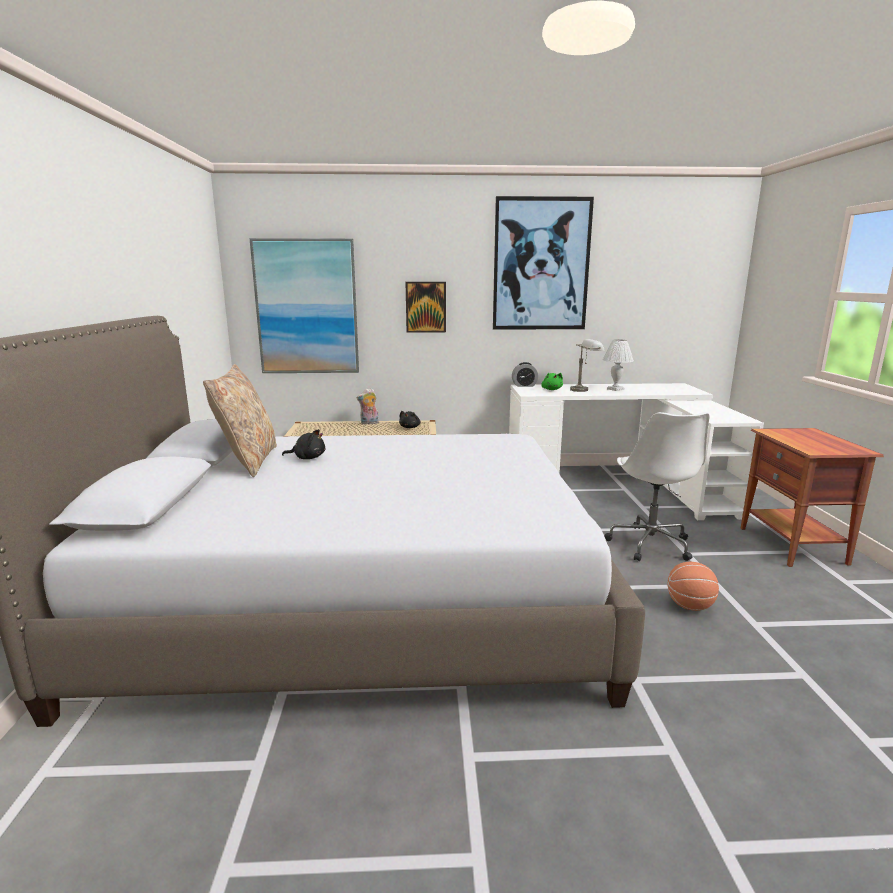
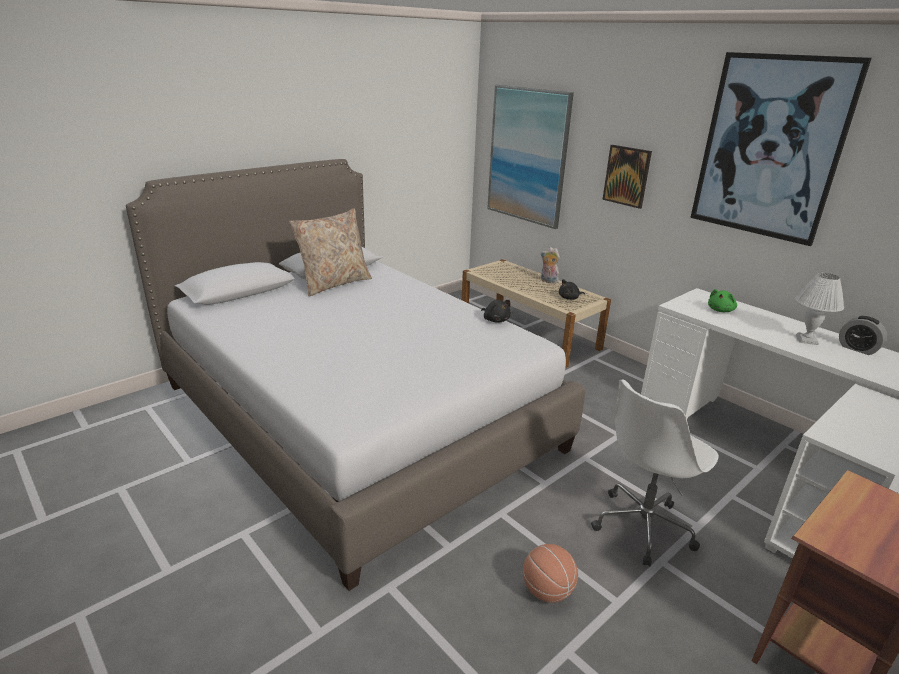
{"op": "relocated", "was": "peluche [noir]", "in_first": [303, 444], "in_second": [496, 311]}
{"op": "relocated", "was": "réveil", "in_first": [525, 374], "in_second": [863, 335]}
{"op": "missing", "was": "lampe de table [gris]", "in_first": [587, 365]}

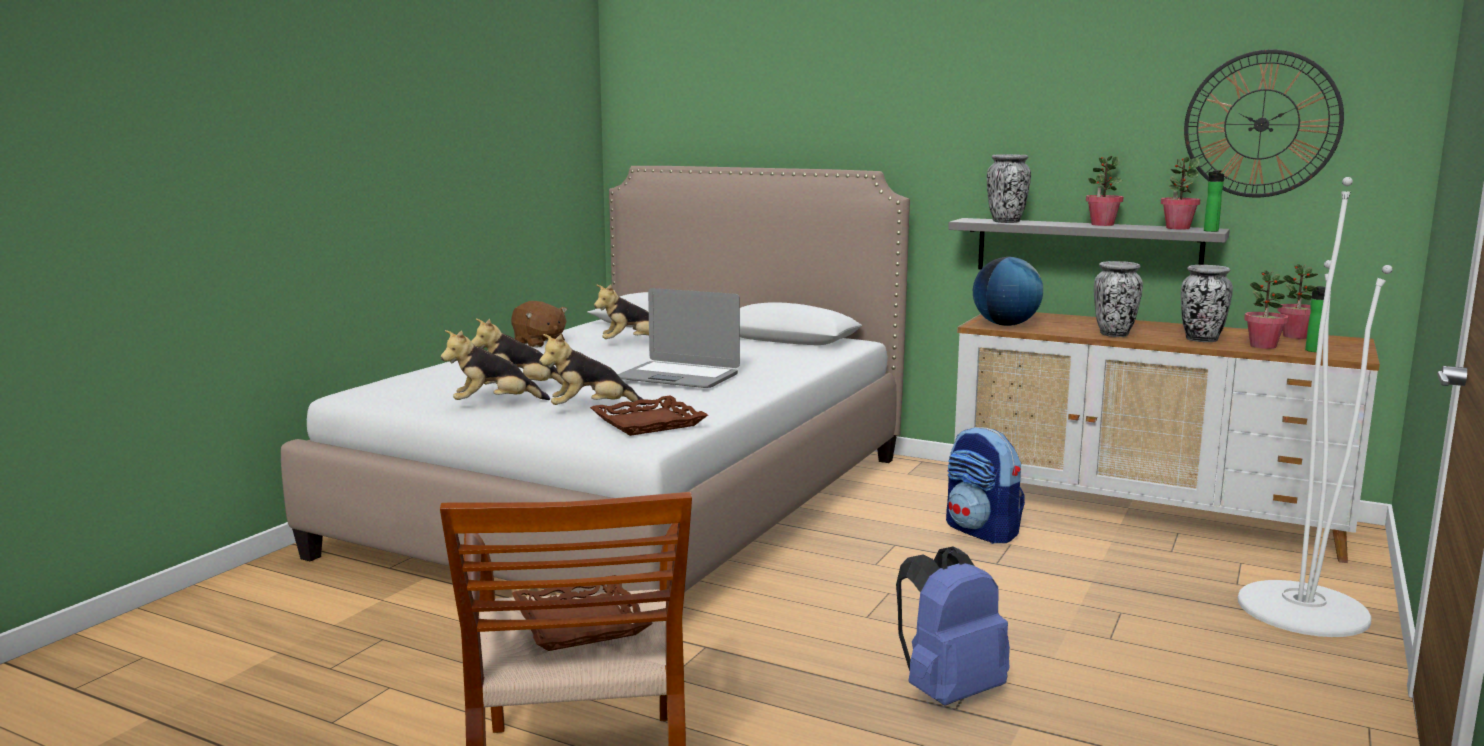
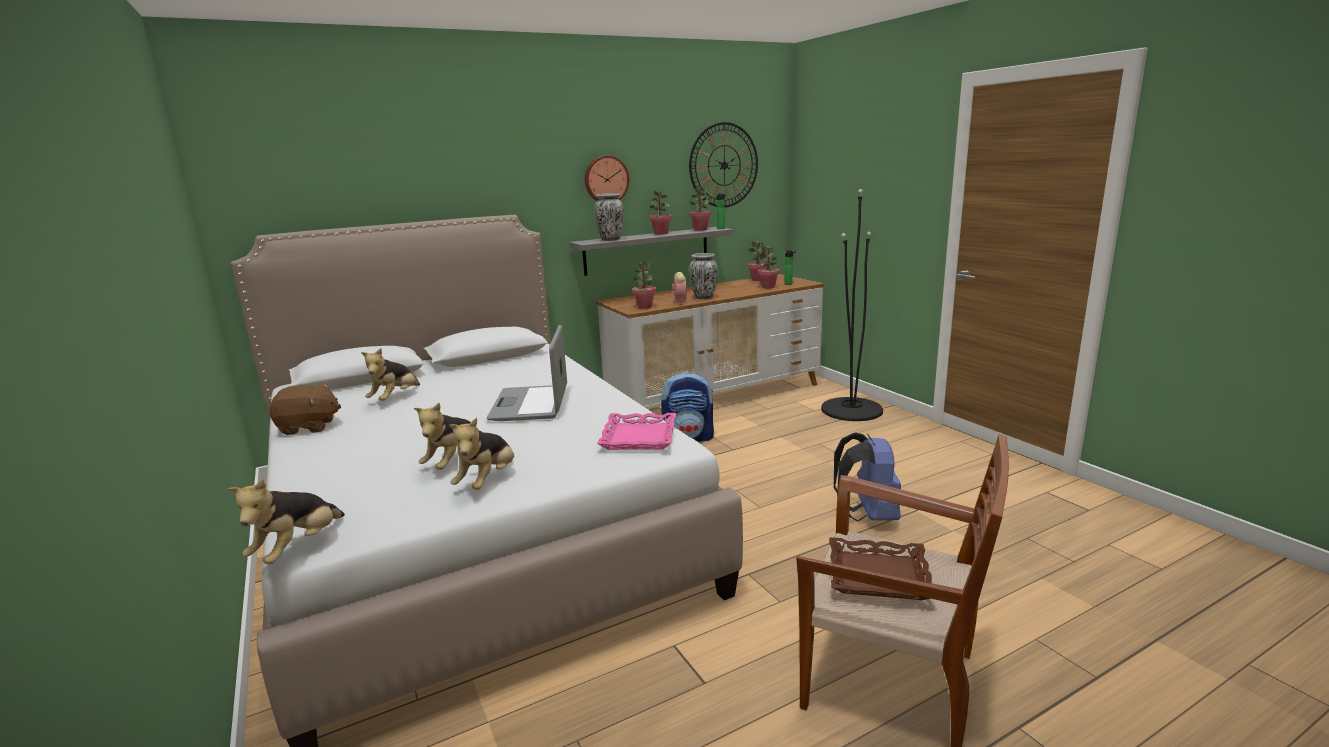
{"op": "relocated", "was": "peluche", "in_first": [592, 369], "in_second": [286, 521]}
{"op": "spun", "was": "ordinateur portable", "in_first": [678, 338], "in_second": [527, 373], "clockwise": 120}
{"op": "appeared", "now": "horloge murale", "in_second": [607, 178]}
{"op": "colour", "was": "plateau [marron]", "now": "plateau [rose]", "in_first": [649, 416], "in_second": [636, 431]}
{"op": "exchanged", "was": "globe", "now": "plante en pot", "in_first": [1008, 291], "in_second": [644, 285]}
{"op": "appeared", "now": "réveil", "in_second": [679, 288]}
{"op": "colour", "was": "lampadaire [blanc]", "now": "lampadaire [noir]", "in_first": [1315, 407], "in_second": [852, 305]}
{"op": "missing", "was": "vase", "in_first": [1207, 303]}

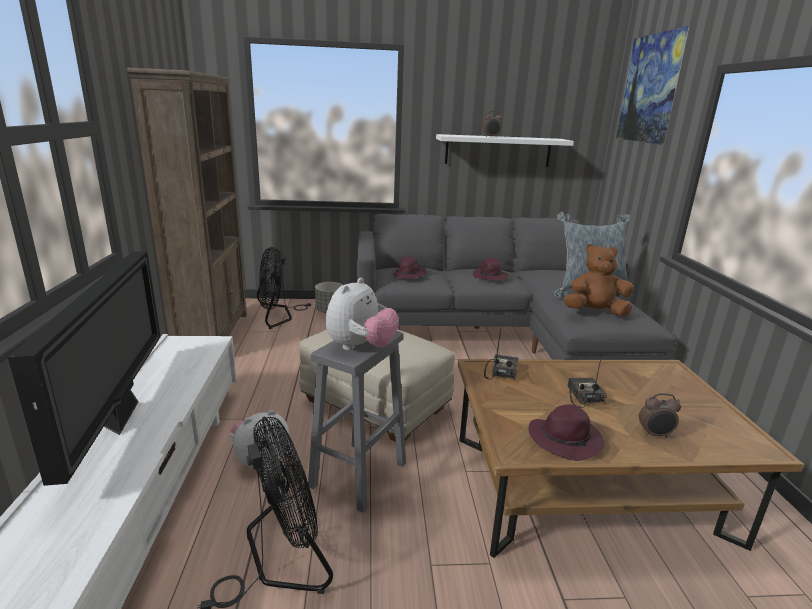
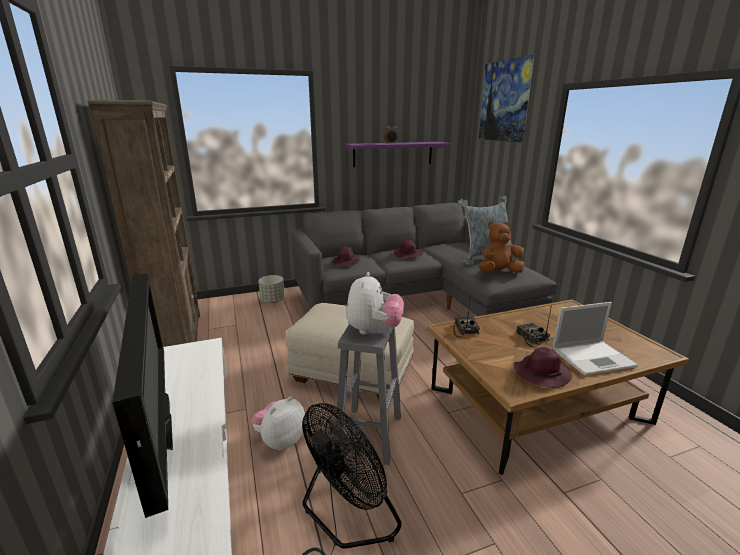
{"op": "colour", "was": "étagère [blanc]", "now": "étagère [violet]", "in_first": [505, 150], "in_second": [398, 154]}
{"op": "exchanged", "was": "réveil", "now": "ordinateur portable", "in_first": [660, 415], "in_second": [595, 338]}
{"op": "missing", "was": "ventilateur [noir]", "in_first": [284, 288]}

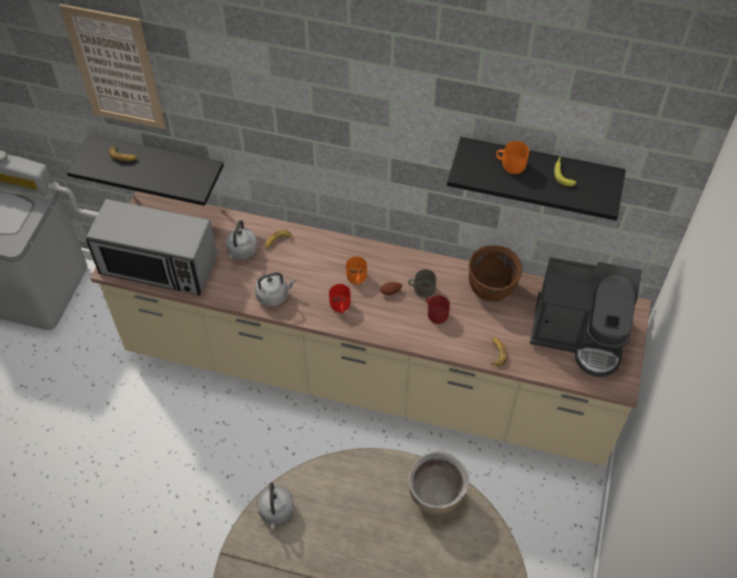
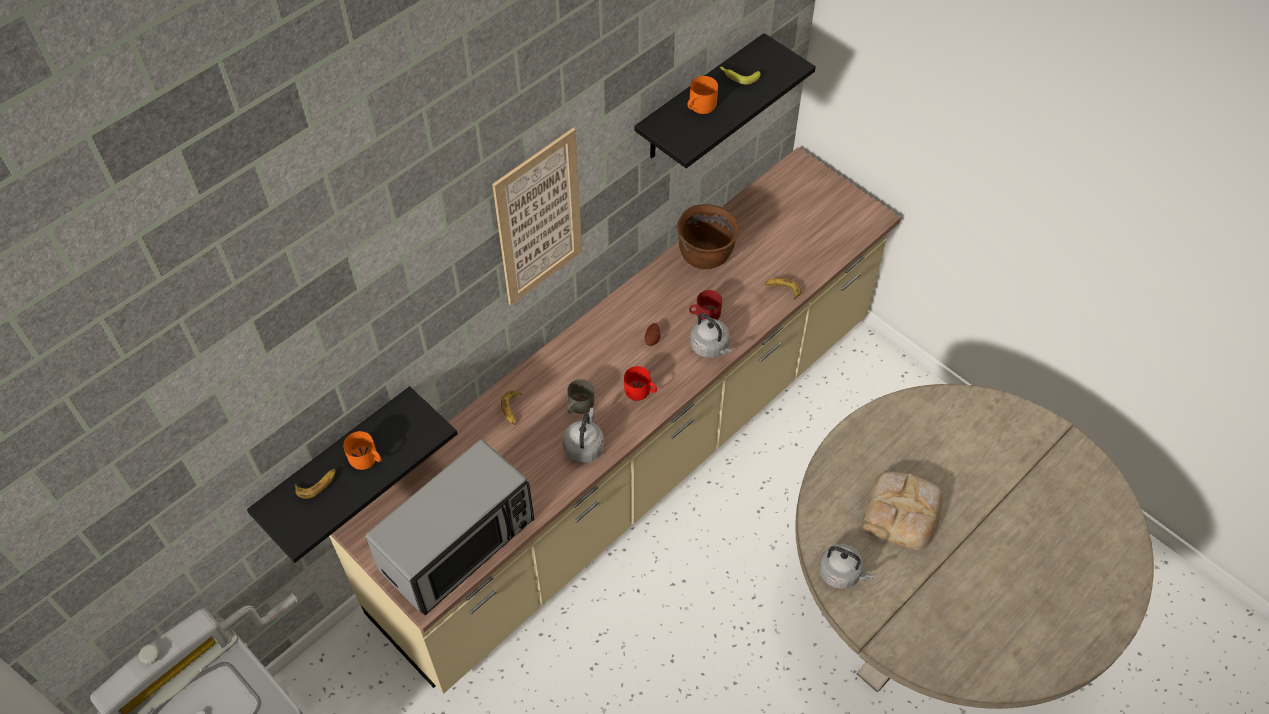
{"op": "relocated", "was": "mug [orange]", "in_first": [356, 270], "in_second": [362, 450]}
{"op": "relocated", "was": "tableau", "in_first": [112, 66], "in_second": [537, 216]}
{"op": "relocated", "was": "mug [gris]", "in_first": [422, 283], "in_second": [580, 396]}
{"op": "relocated", "was": "bouilloire [gris]", "in_first": [242, 240], "in_second": [711, 335]}
{"op": "appeared", "now": "pain", "in_second": [902, 511]}
{"op": "missing", "was": "marmite [marron]", "in_first": [438, 483]}
{"op": "missing", "was": "machine à café", "in_first": [586, 317]}

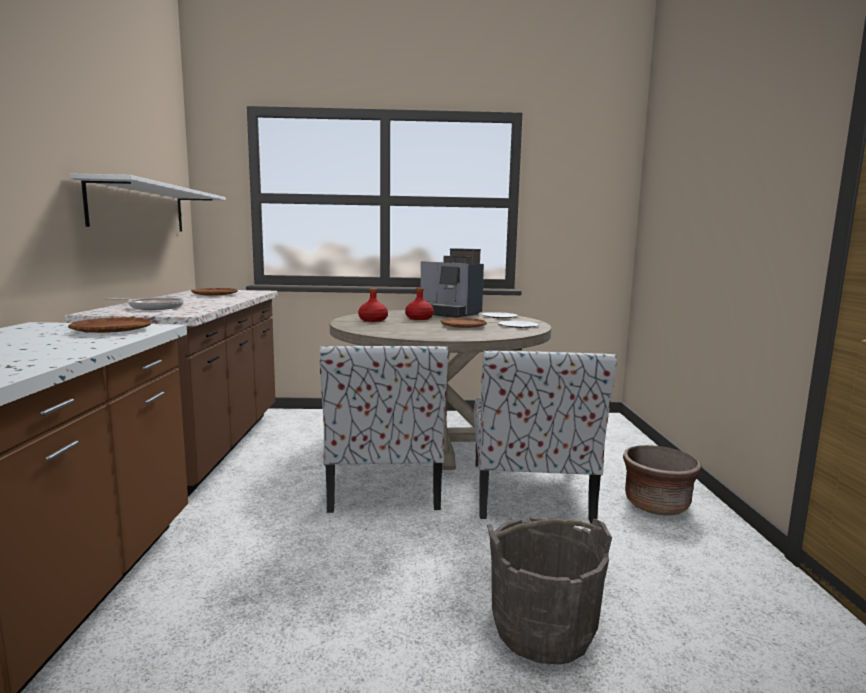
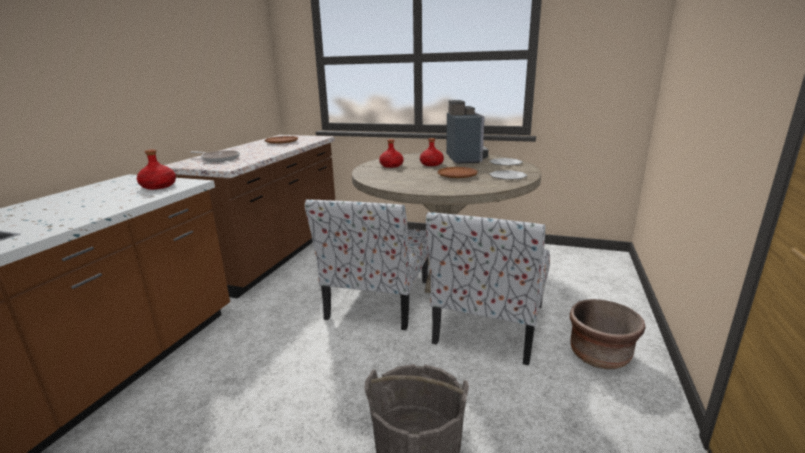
{"op": "exchanged", "was": "assiette [marron]", "now": "bouteille [rouge]", "in_first": [110, 325], "in_second": [156, 169]}
{"op": "spun", "was": "machine à café", "in_first": [452, 283], "in_second": [467, 132], "clockwise": -150}
{"op": "missing", "was": "étagère [blanc]", "in_first": [147, 202]}

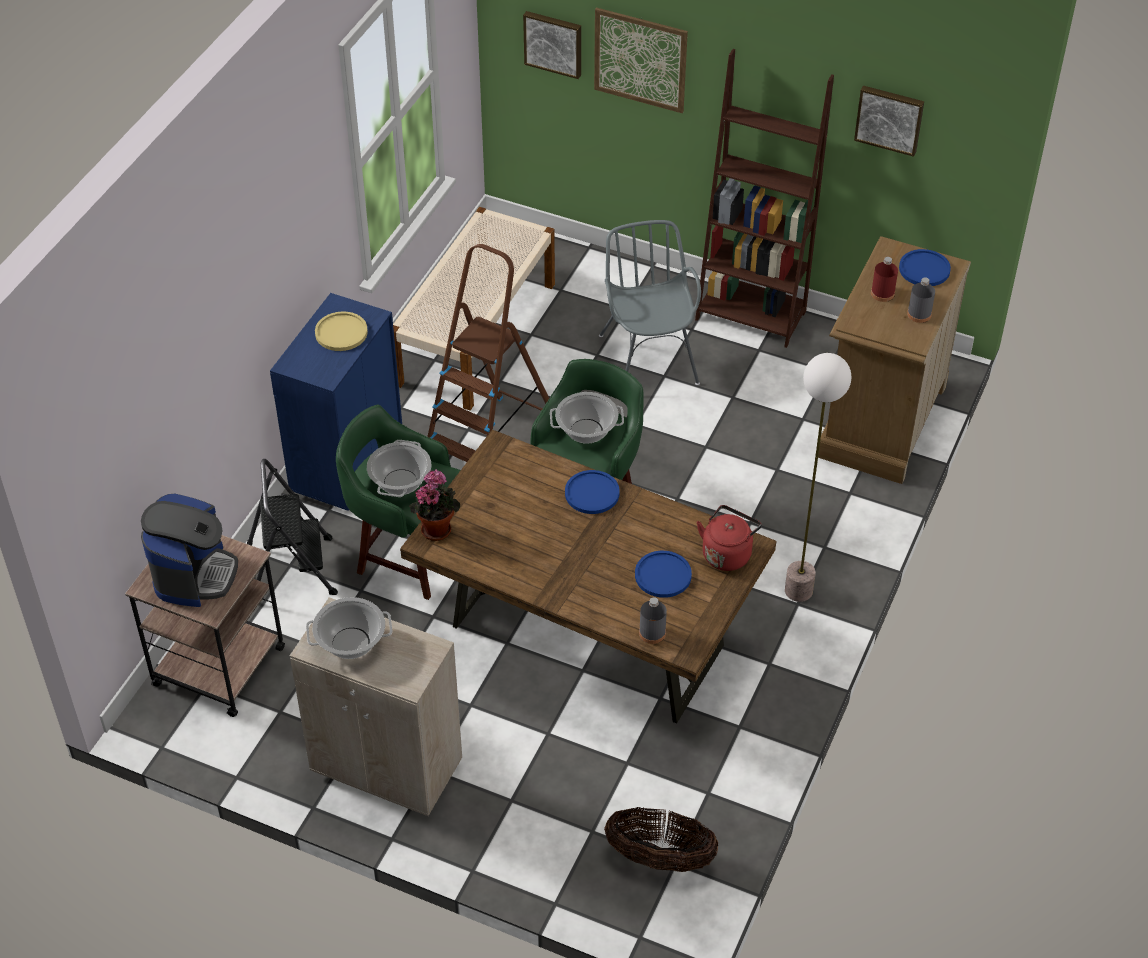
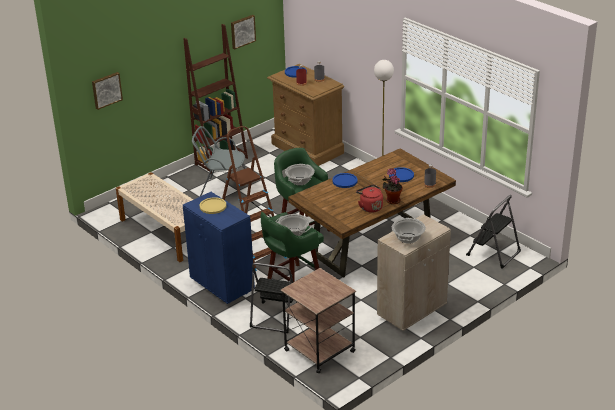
{"op": "relocated", "was": "bouilloire [rouge]", "in_first": [729, 538], "in_second": [369, 199]}
{"op": "relocated", "was": "plante en pot", "in_first": [434, 505], "in_second": [393, 186]}
{"op": "exchanged", "was": "panier", "now": "escabeau [noir]", "in_first": [661, 839], "in_second": [493, 232]}
{"op": "missing", "was": "machine à café", "in_first": [189, 550]}
{"op": "missing", "was": "tableau", "in_first": [641, 60]}

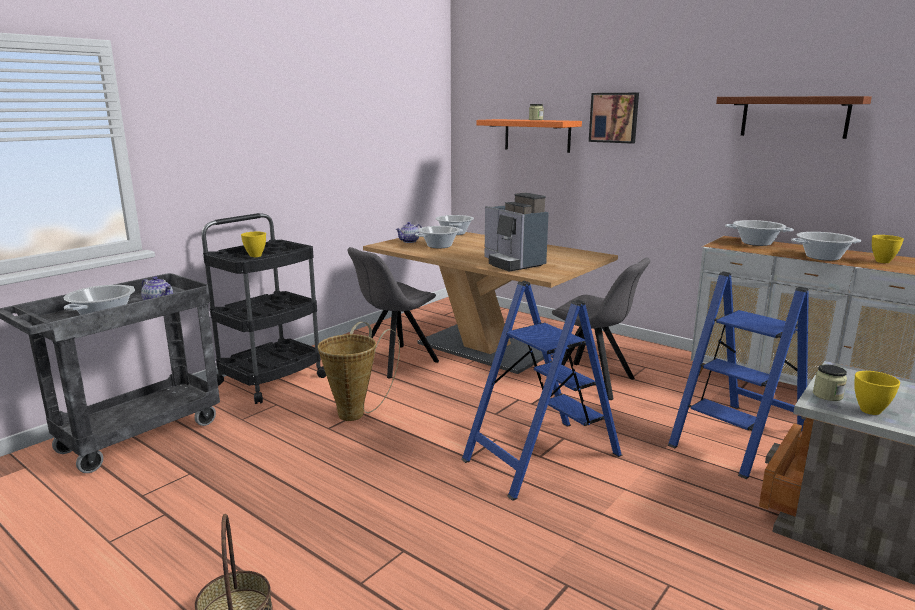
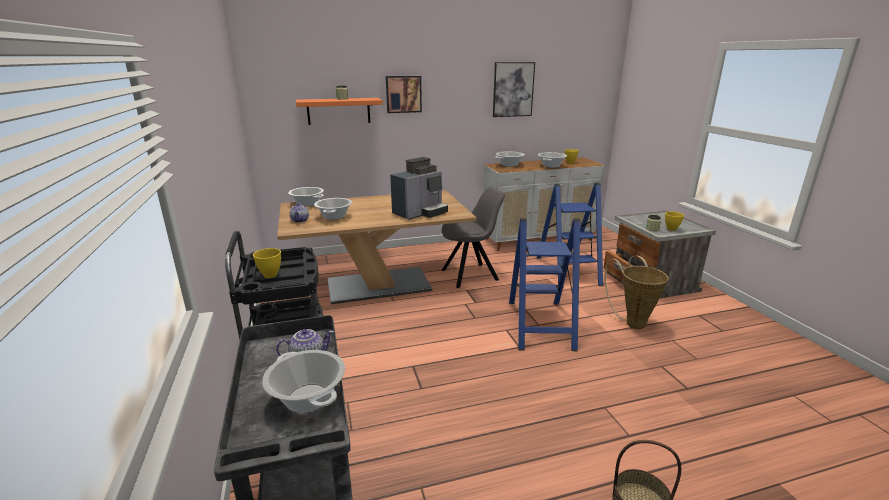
{"op": "spun", "was": "machine à café", "in_first": [516, 232], "in_second": [419, 188], "clockwise": -45}
{"op": "exchanged", "was": "étagère [marron]", "now": "tableau", "in_first": [794, 117], "in_second": [514, 89]}
{"op": "relocated", "was": "panier", "in_first": [359, 371], "in_second": [636, 292]}
{"op": "missing", "was": "chaise [gris]", "in_first": [393, 313]}

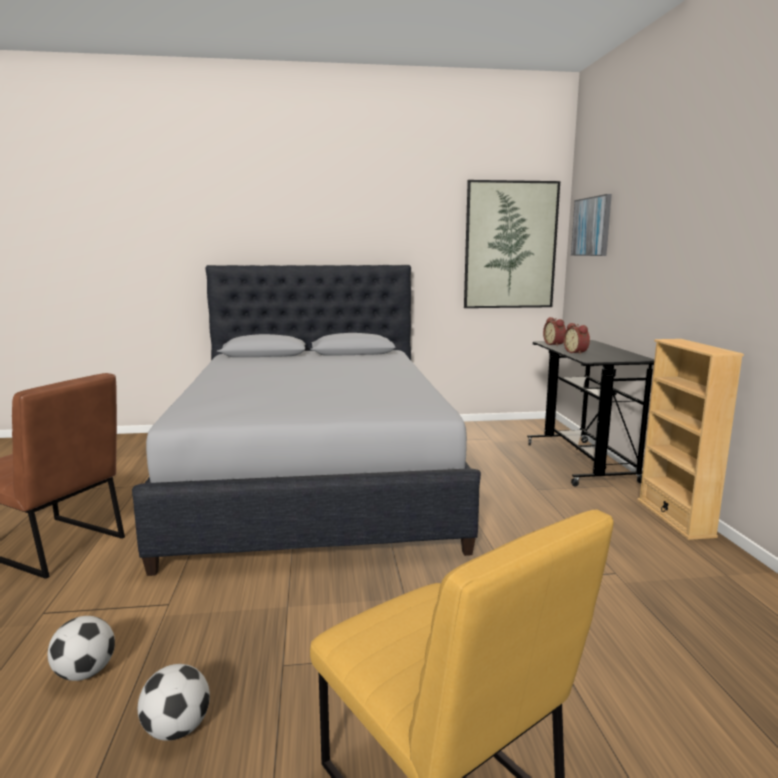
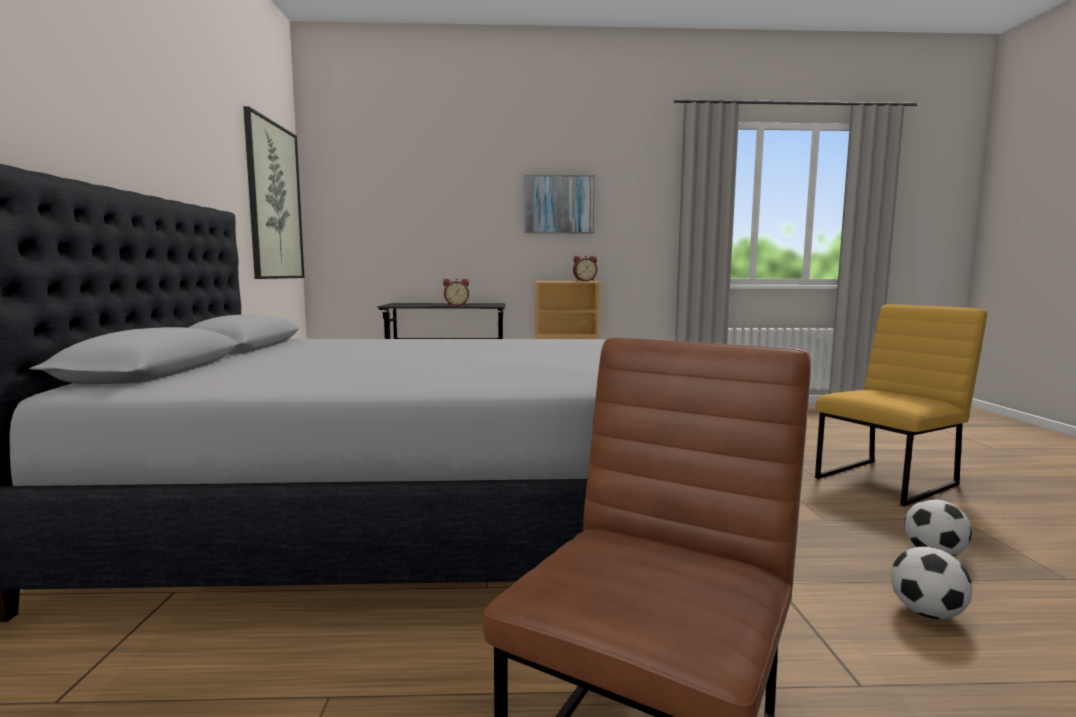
{"op": "relocated", "was": "tableau", "in_first": [591, 225], "in_second": [559, 204]}
{"op": "relocated", "was": "réveil", "in_first": [554, 331], "in_second": [585, 268]}

